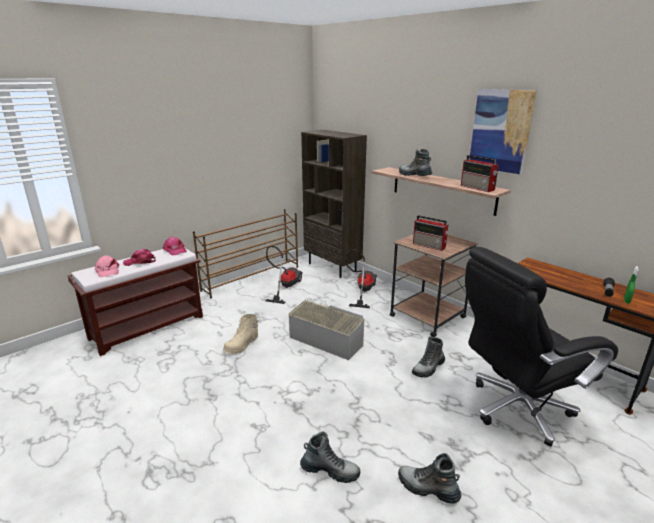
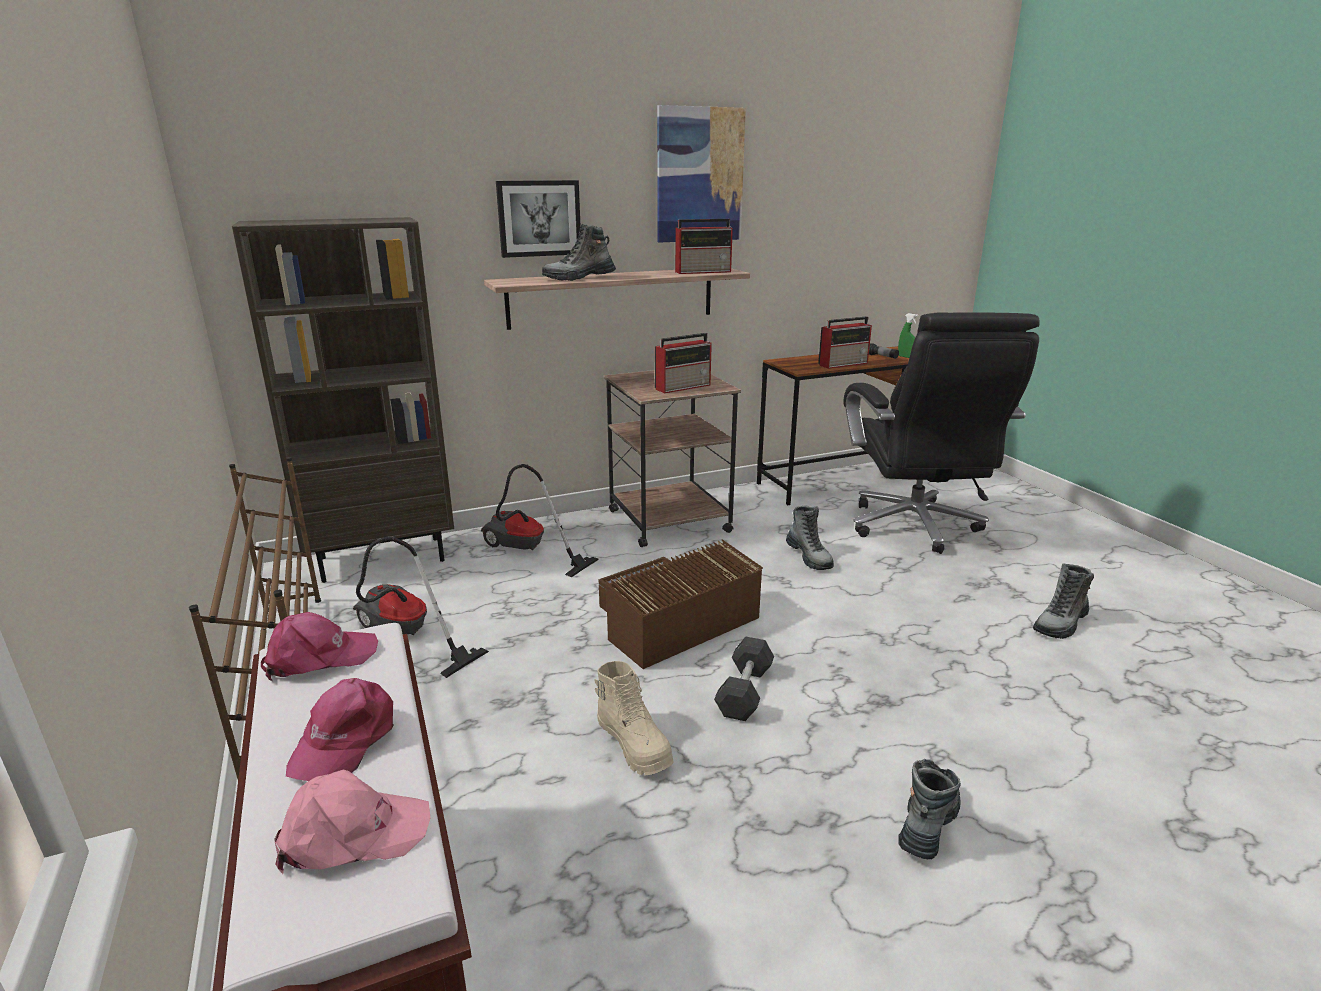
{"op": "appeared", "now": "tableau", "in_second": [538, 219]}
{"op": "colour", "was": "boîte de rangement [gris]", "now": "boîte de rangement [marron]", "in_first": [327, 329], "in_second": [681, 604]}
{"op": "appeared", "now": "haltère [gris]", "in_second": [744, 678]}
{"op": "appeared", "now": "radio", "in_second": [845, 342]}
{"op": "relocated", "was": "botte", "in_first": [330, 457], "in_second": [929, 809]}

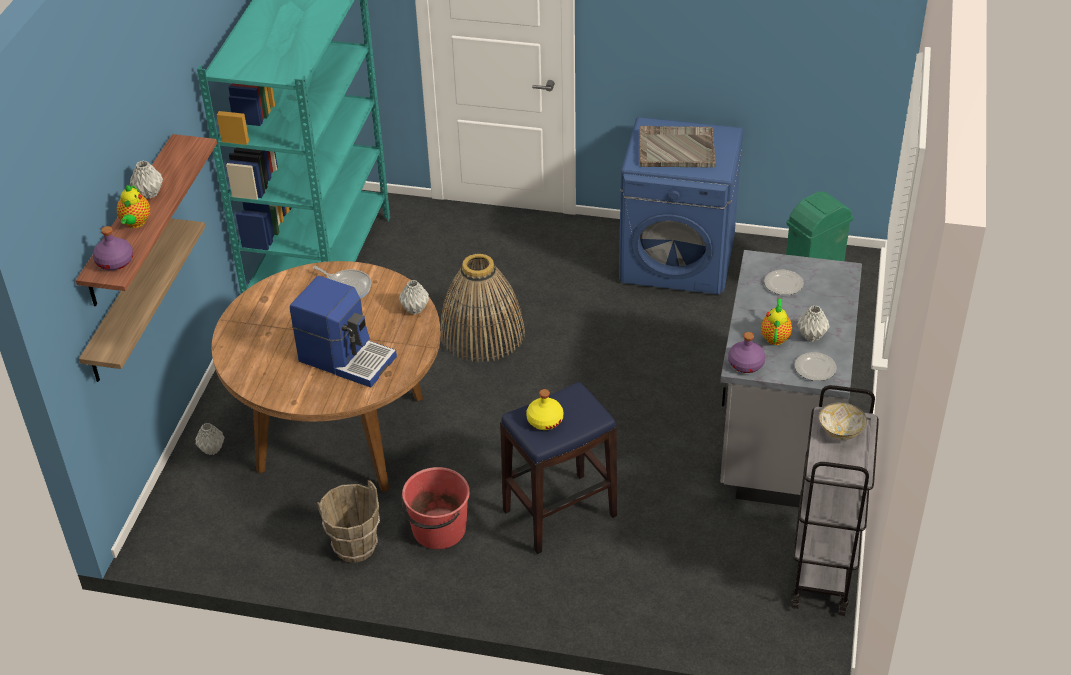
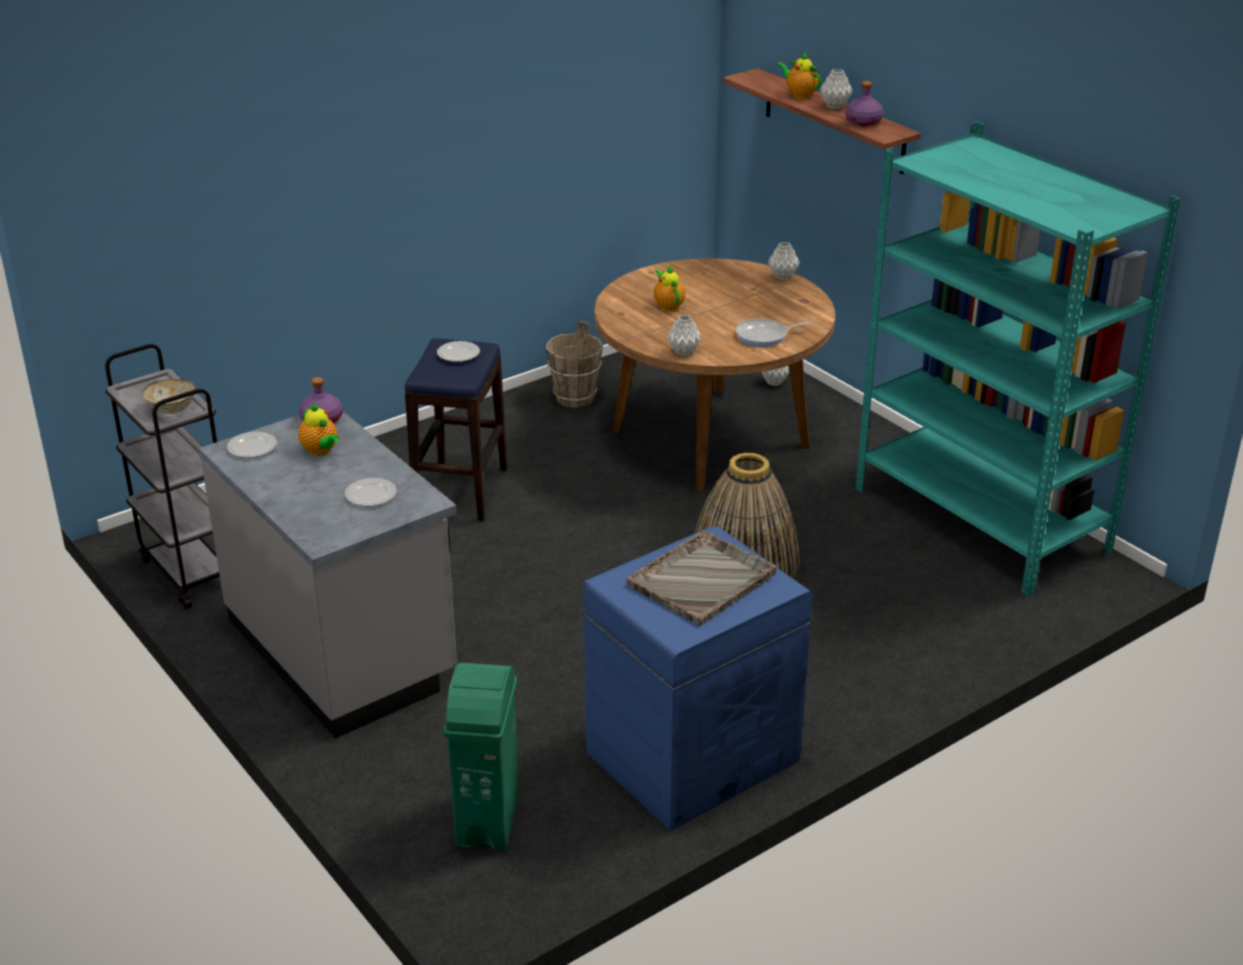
{"op": "exchanged", "was": "bouteille [jaune]", "now": "assiette", "in_first": [544, 409], "in_second": [458, 351]}
{"op": "exchanged", "was": "machine à café", "now": "théière", "in_first": [343, 332], "in_second": [669, 288]}
{"op": "relocated", "was": "vase [gris]", "in_first": [813, 324], "in_second": [784, 261]}
{"op": "relocated", "was": "bouteille [violet]", "in_first": [113, 248], "in_second": [865, 103]}
{"op": "missing", "was": "étagère", "in_first": [142, 300]}
{"op": "missing", "was": "seau [rouge]", "in_first": [435, 508]}

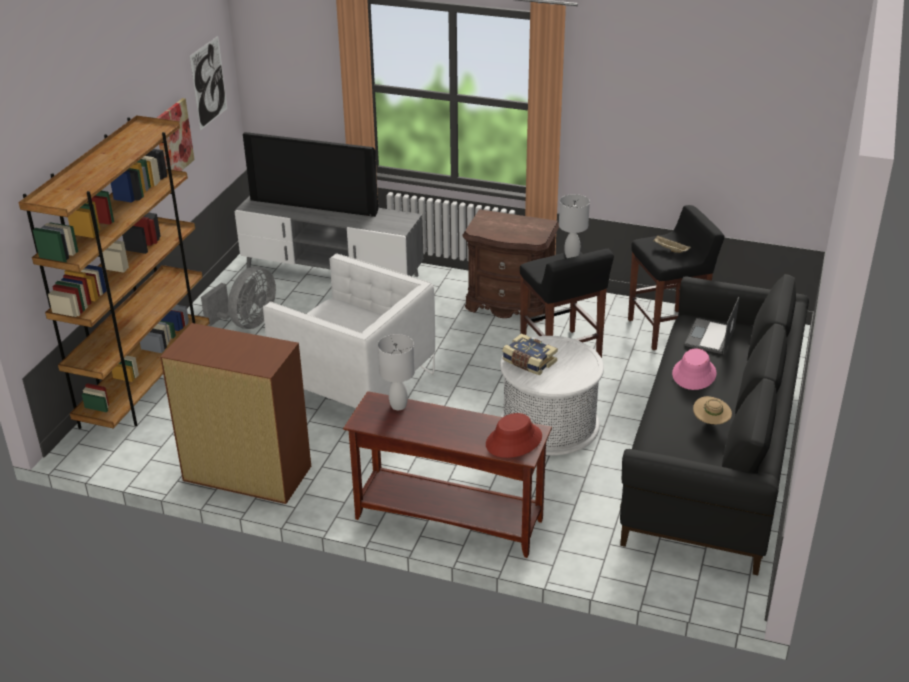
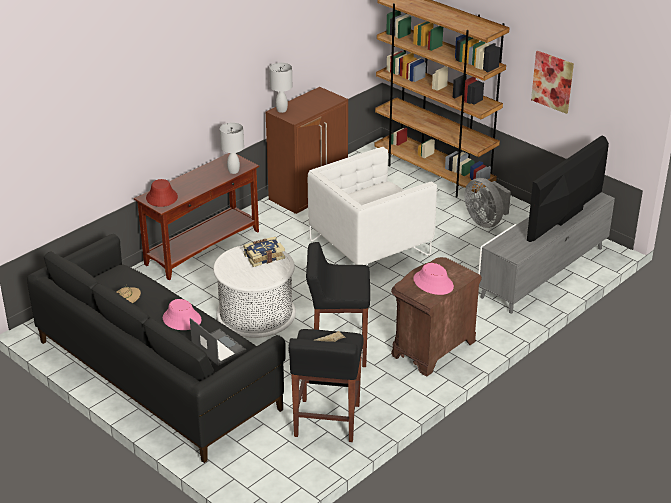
{"op": "relocated", "was": "lampe de table [blanc]", "in_first": [574, 226], "in_second": [280, 88]}
{"op": "appeared", "now": "chapeau [rose]", "in_second": [433, 279]}
{"op": "missing", "was": "tableau", "in_first": [208, 83]}

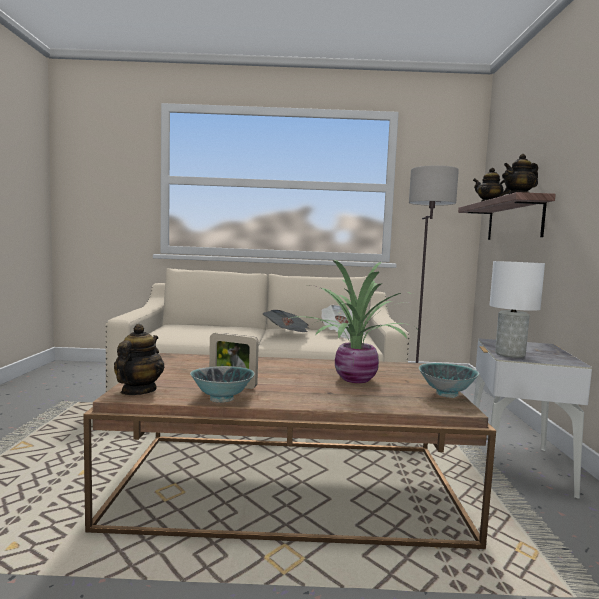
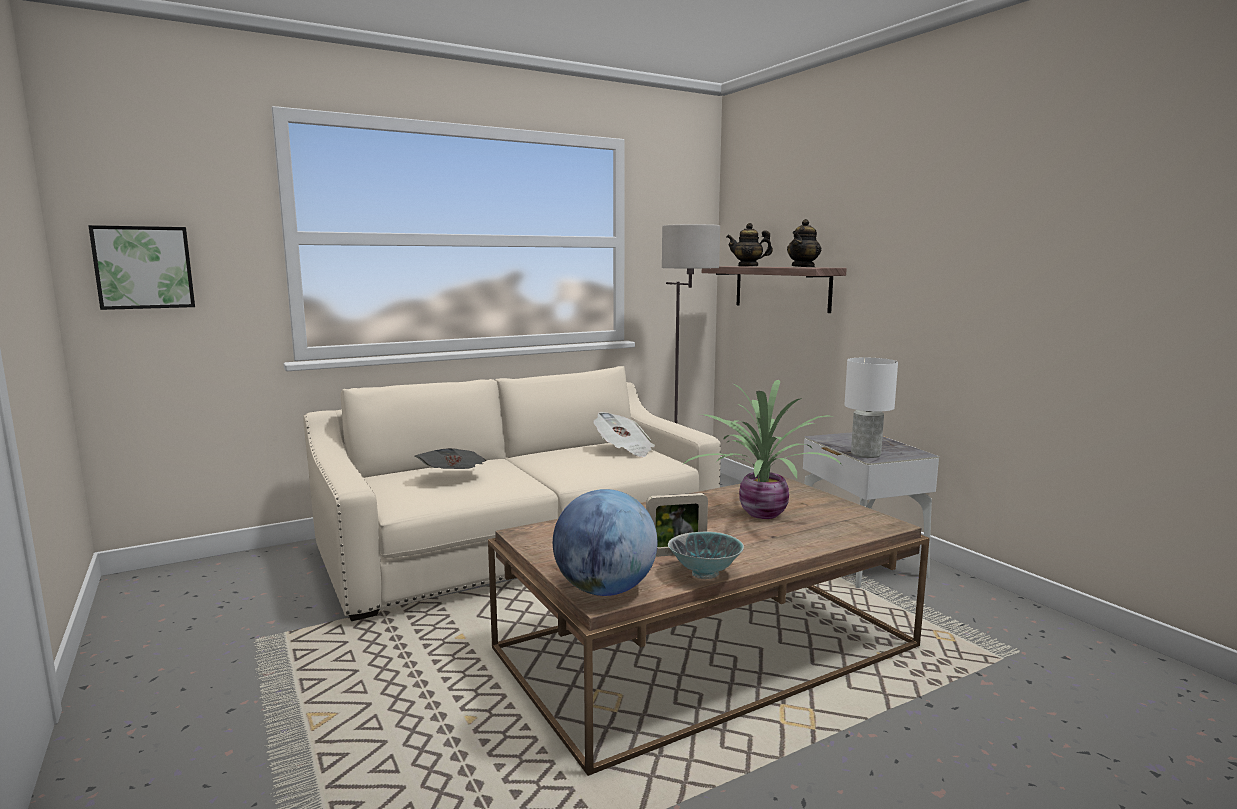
{"op": "appeared", "now": "tableau", "in_second": [141, 267]}
{"op": "relocated", "was": "journal", "in_first": [286, 321], "in_second": [450, 458]}
{"op": "exchanged", "was": "théière", "now": "globe", "in_first": [139, 359], "in_second": [605, 542]}
{"op": "missing", "was": "bol", "in_first": [449, 380]}

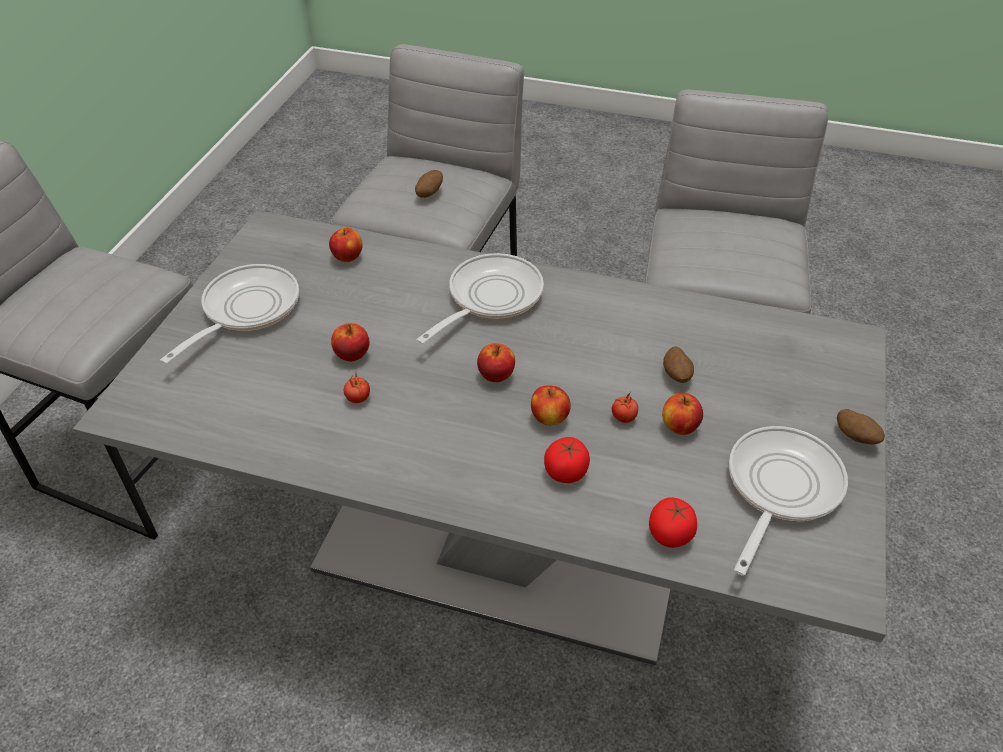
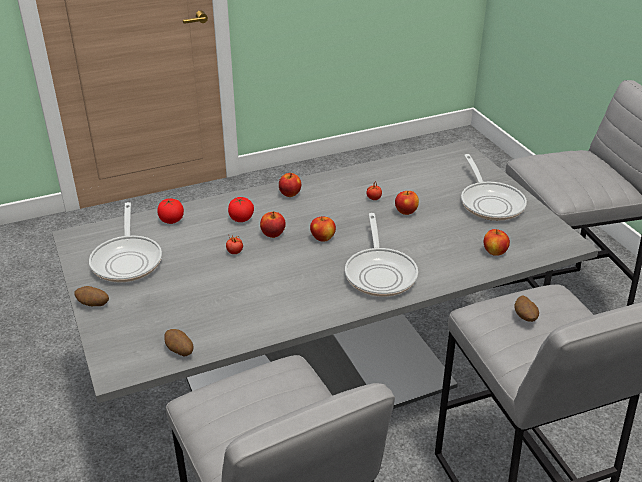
{"op": "relocated", "was": "pomme de terre", "in_first": [678, 364], "in_second": [178, 342]}
{"op": "relocated", "was": "pomme", "in_first": [682, 414], "in_second": [290, 185]}

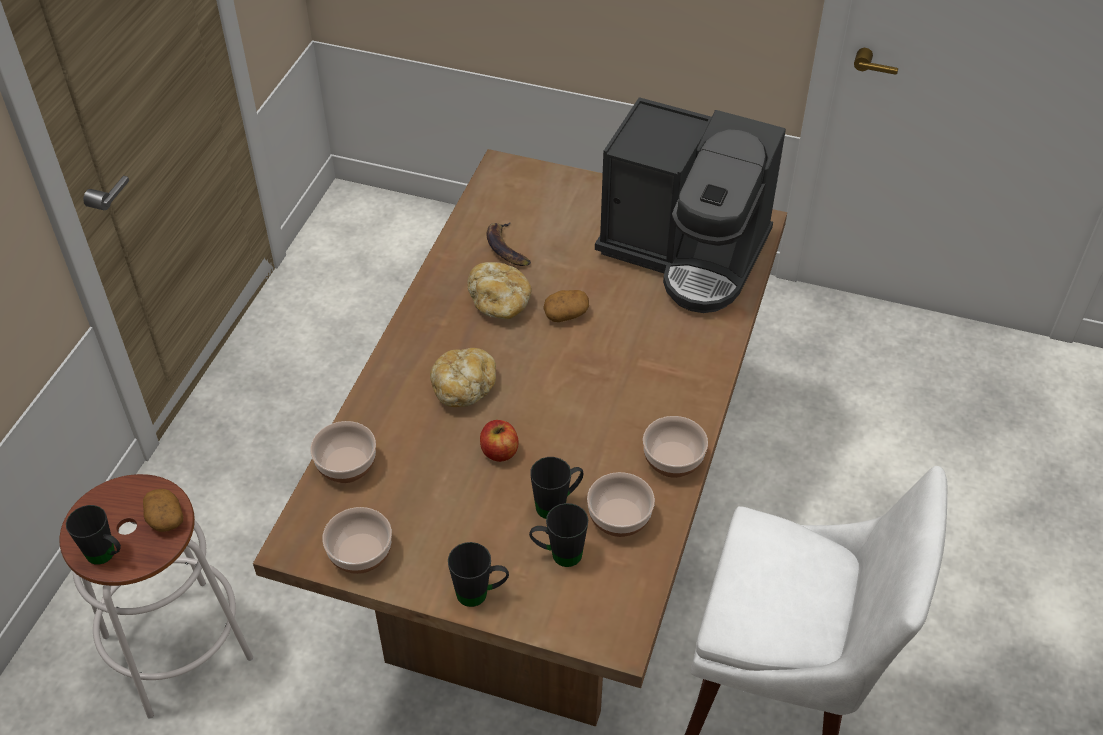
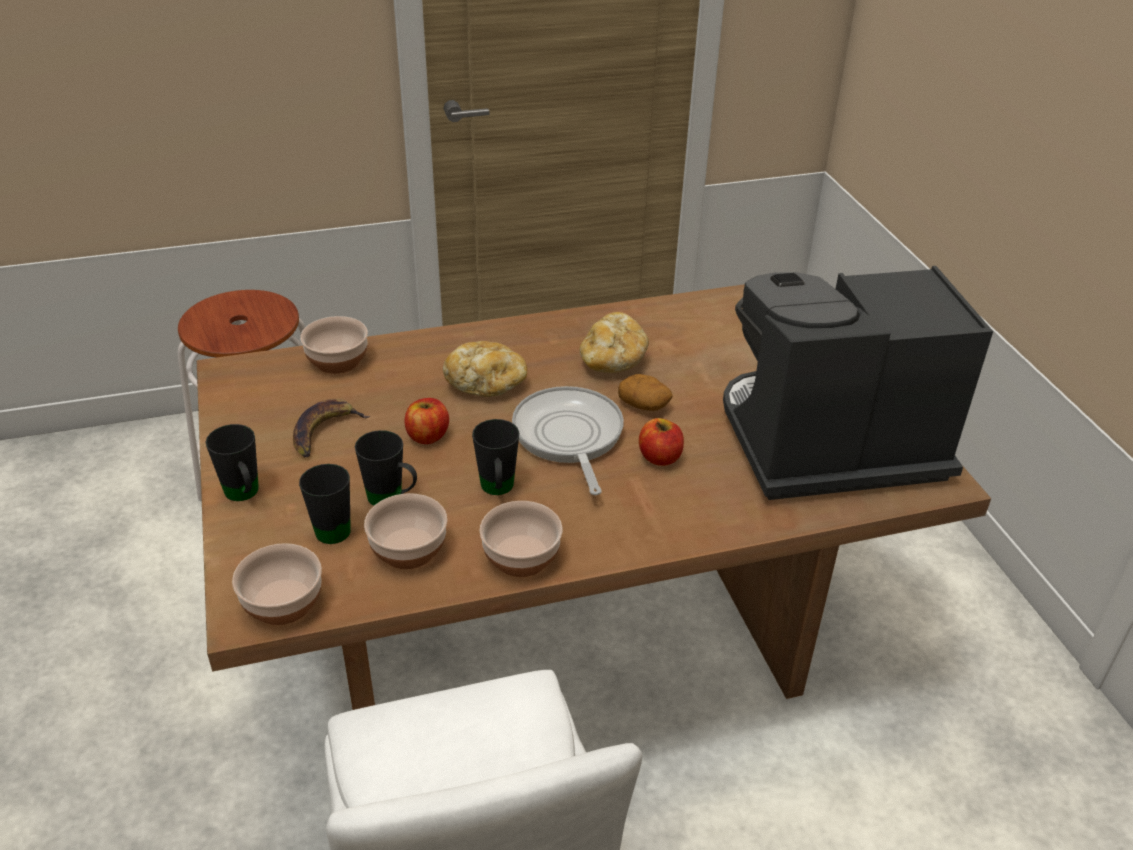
{"op": "relocated", "was": "bol", "in_first": [357, 540], "in_second": [277, 584]}
{"op": "relocated", "was": "banane", "in_first": [509, 244], "in_second": [331, 428]}
{"op": "relocated", "was": "mug [noir]", "in_first": [93, 535], "in_second": [495, 457]}
{"op": "appeared", "now": "poêle", "in_second": [568, 440]}
{"op": "appeared", "now": "pomme", "in_second": [661, 442]}
{"op": "spun", "was": "machine à café", "in_first": [690, 205], "in_second": [858, 383], "clockwise": 90}
{"op": "missing", "was": "pomme de terre", "in_first": [163, 510]}

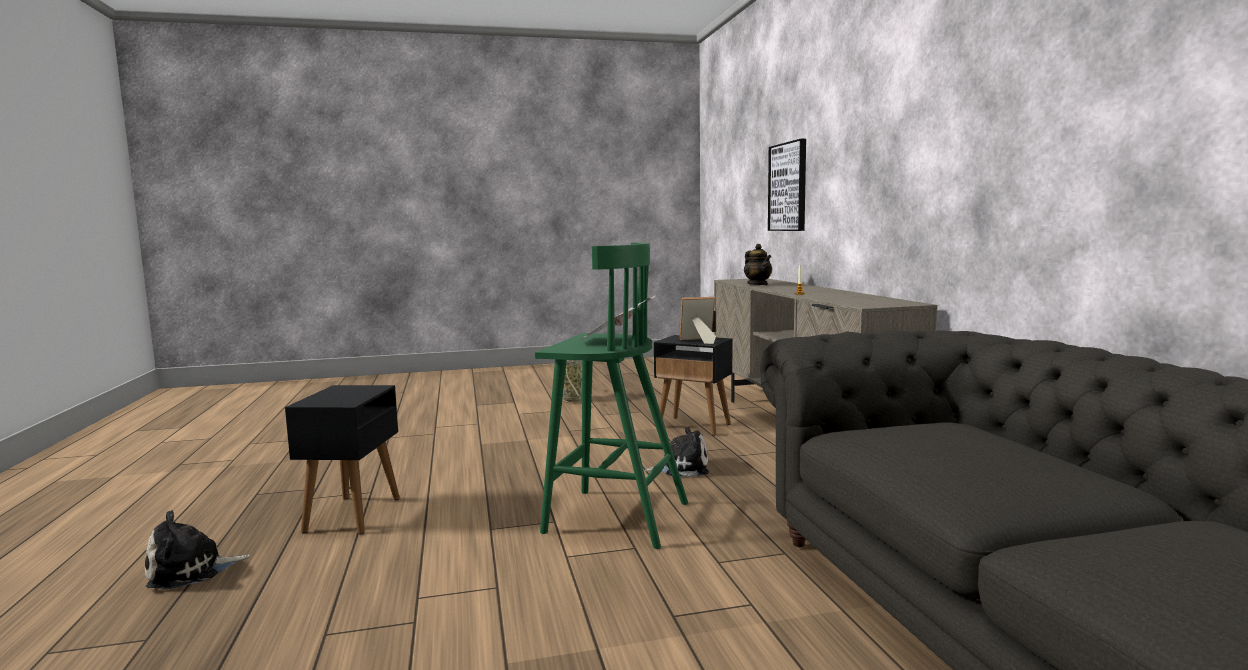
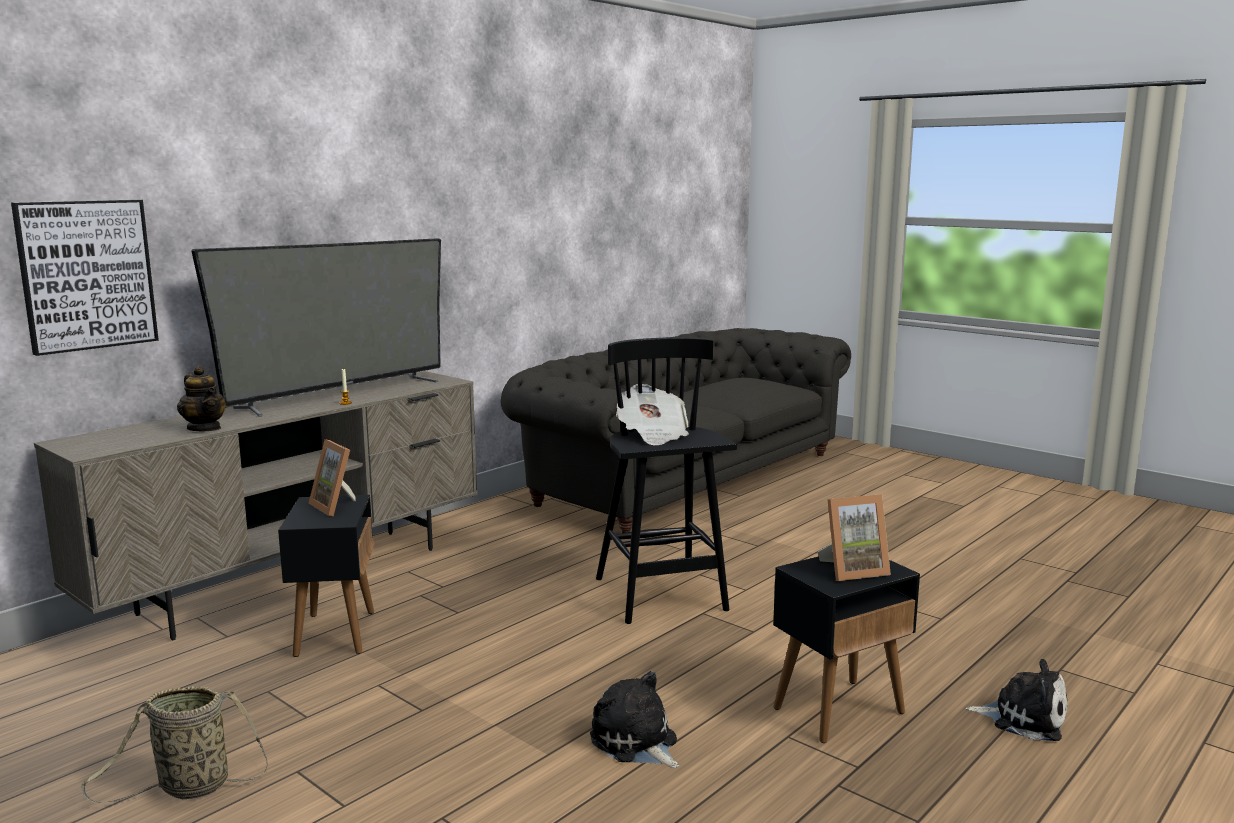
{"op": "spun", "was": "théière", "in_first": [758, 264], "in_second": [202, 398], "clockwise": 105}
{"op": "appeared", "now": "téléviseur", "in_second": [316, 327]}
{"op": "relocated", "was": "peluche", "in_first": [676, 452], "in_second": [634, 719]}
{"op": "colour", "was": "tabouret [vert]", "now": "tabouret [noir]", "in_first": [611, 396], "in_second": [666, 480]}
{"op": "appeared", "now": "cadre photo", "in_second": [854, 537]}

